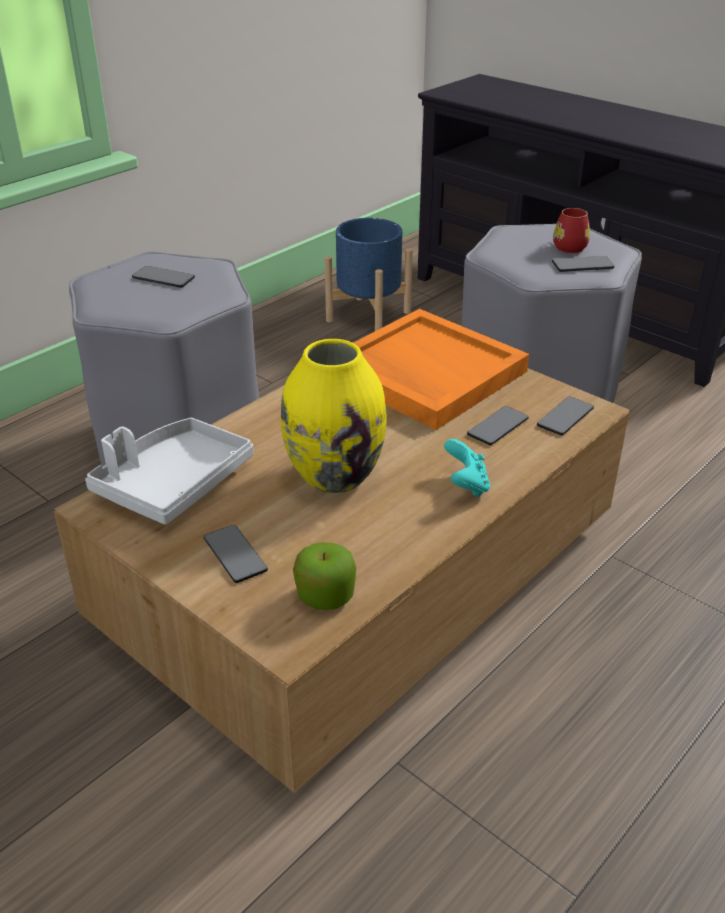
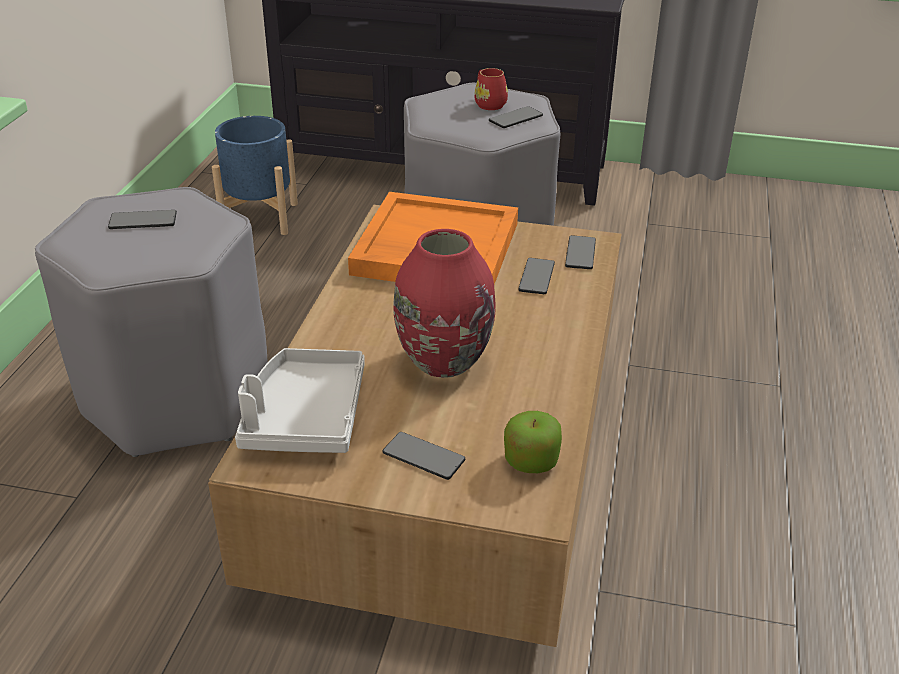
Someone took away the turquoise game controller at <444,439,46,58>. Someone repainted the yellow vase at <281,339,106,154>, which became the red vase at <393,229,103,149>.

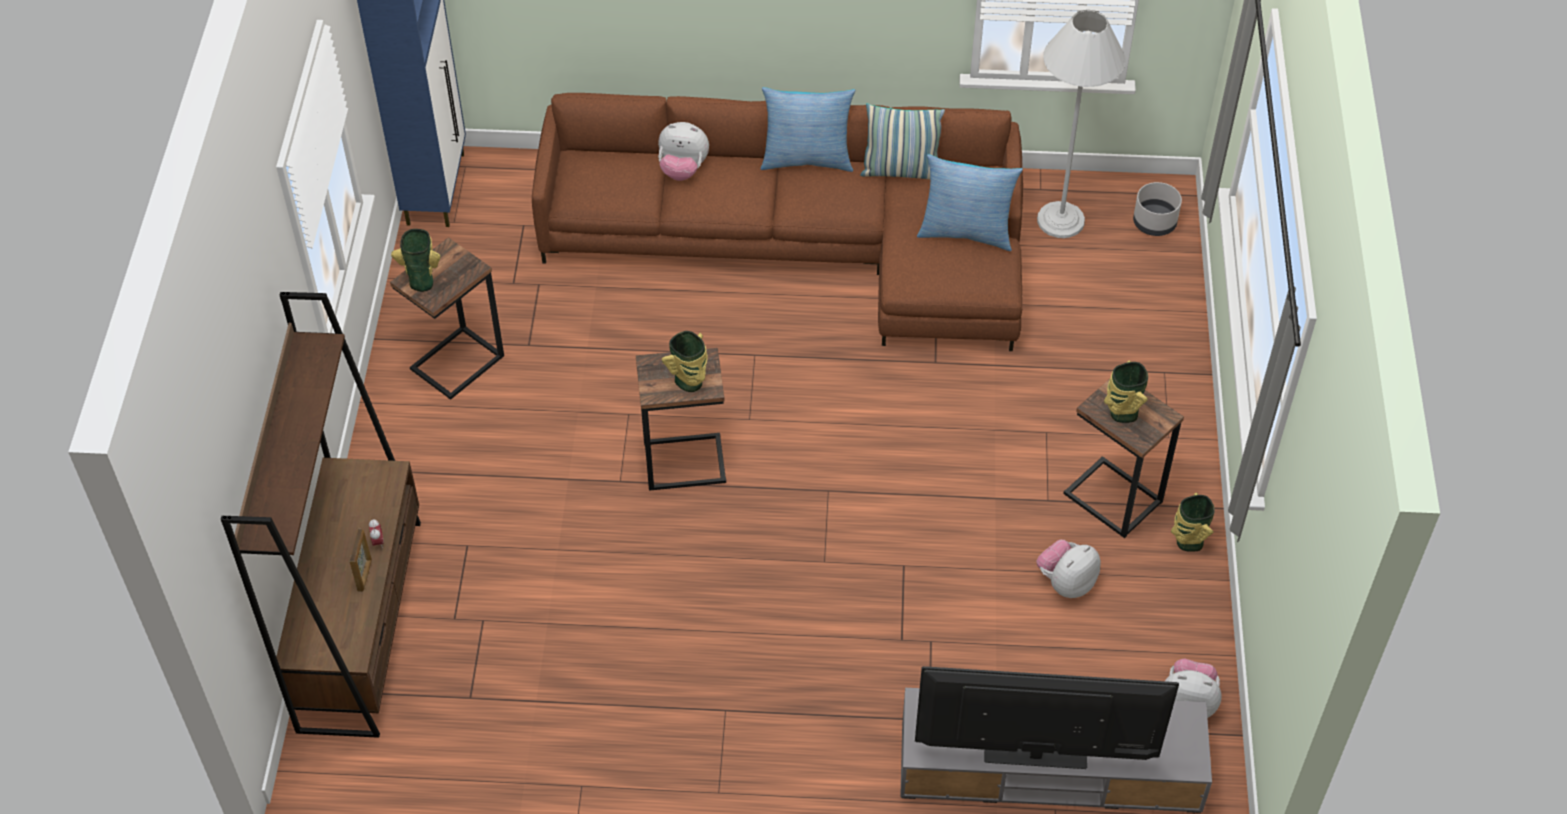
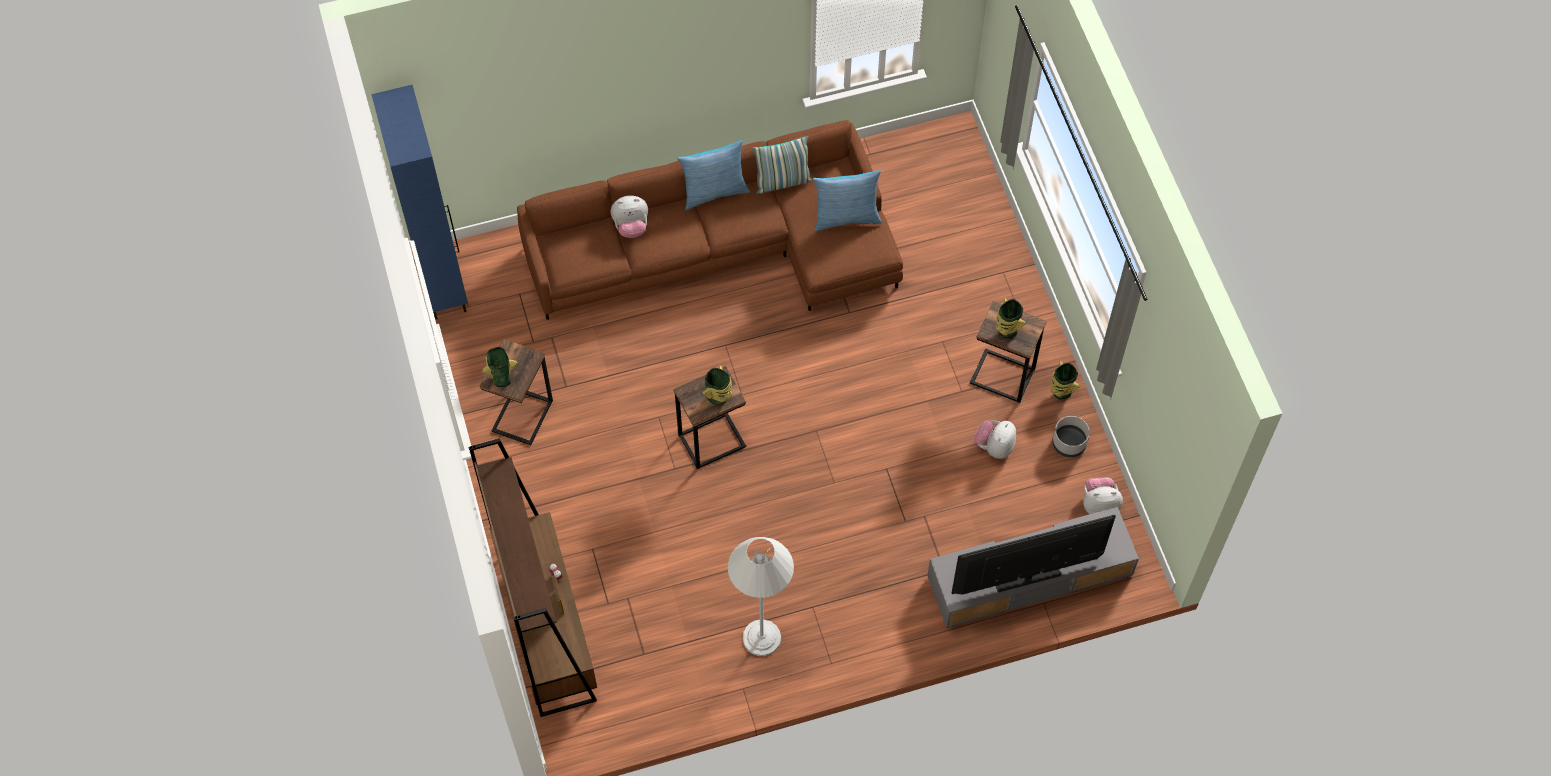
Someone carried the white floor lamp from <1037,10,89,228> to <728,537,66,119>. Someone carried the grey planter from <1133,182,49,54> to <1052,416,38,41>.

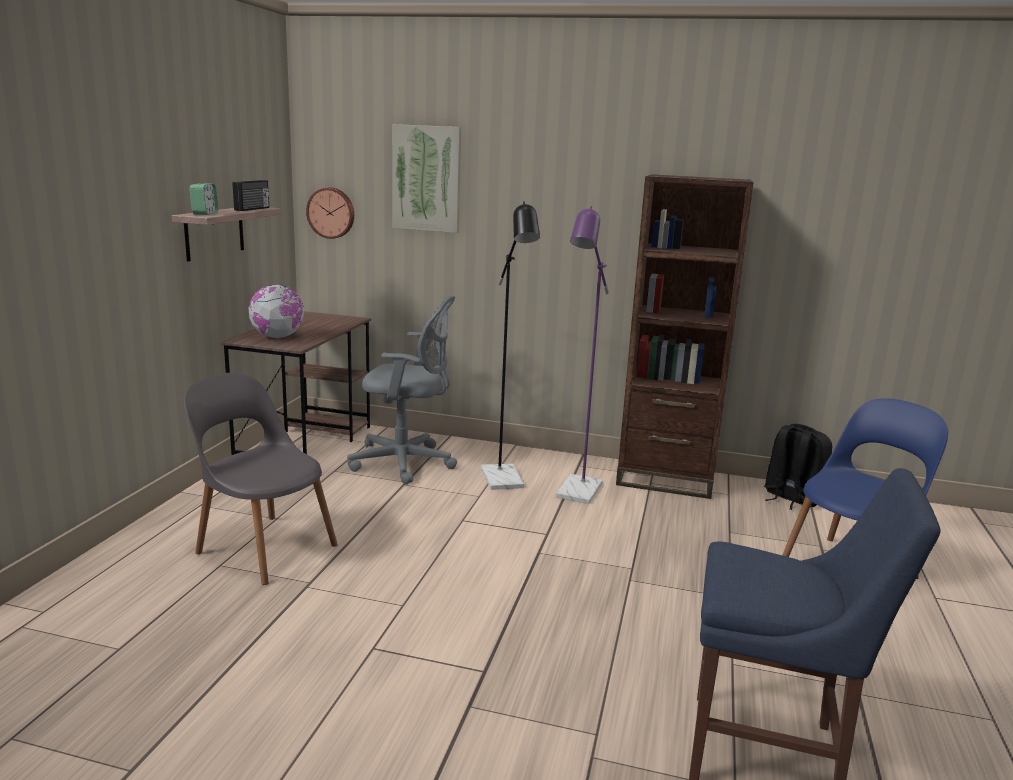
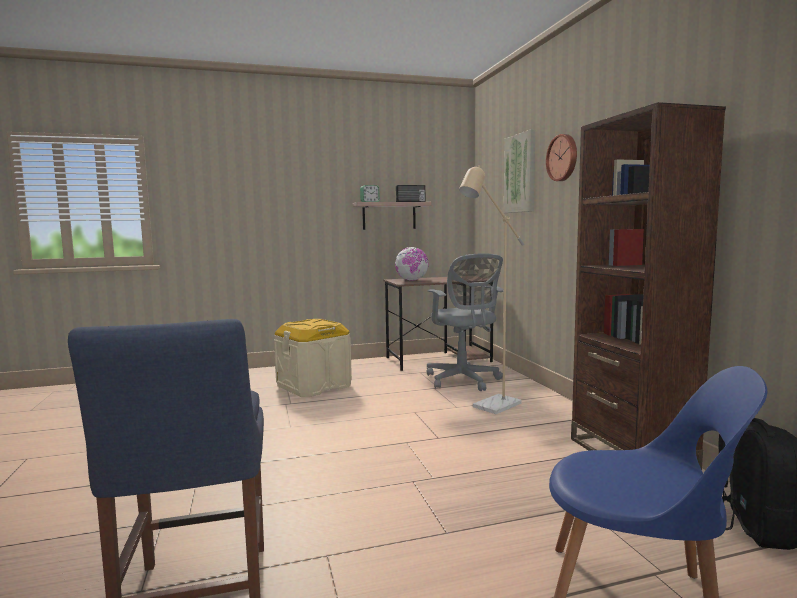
Someone took away the purple floor lamp at <556,206,53,298>. Someone carried the wall clock from <306,187,48,52> to <546,134,31,47>. Someone swapped the grey chair at <184,373,154,212> for the beige storage box at <274,319,78,78>. Someone repainted the black floor lamp at <481,201,59,289>, which became the beige floor lamp at <459,165,65,249>.

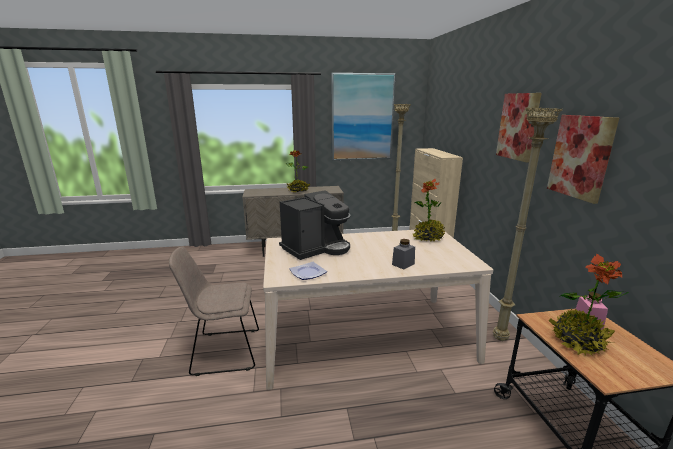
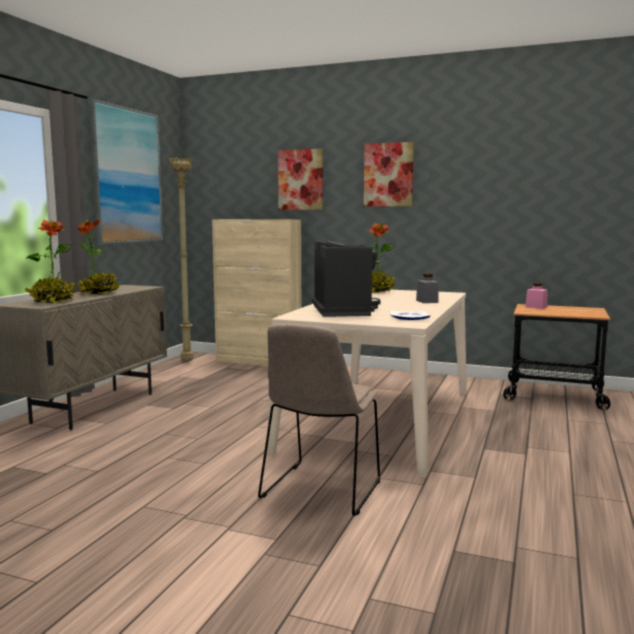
Someone took away the beige floor lamp at <493,108,69,233>. Someone carried the picture from <547,115,72,89> to <278,149,45,61>. Someone carried the potted plant from <549,254,80,102> to <25,220,51,83>.

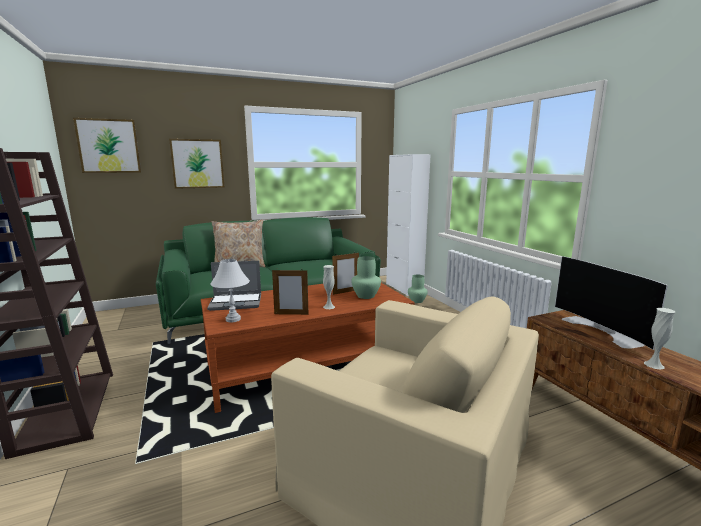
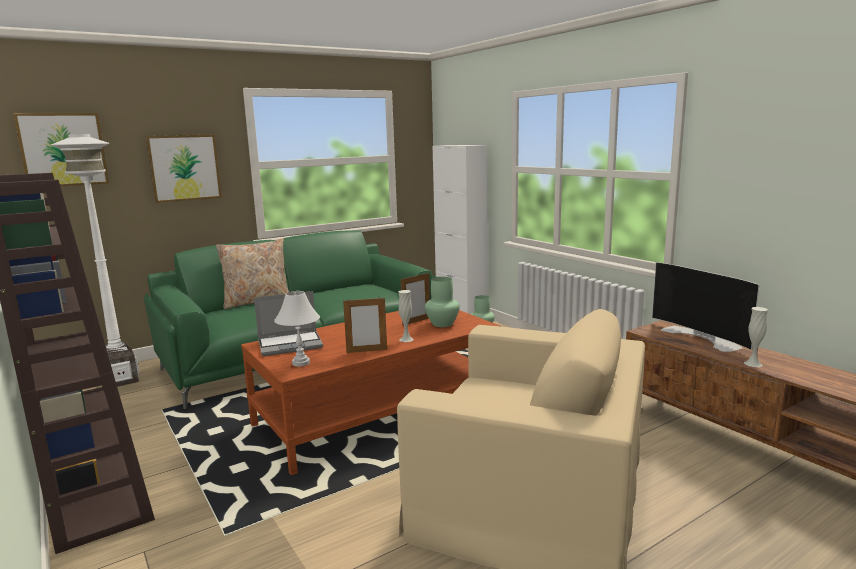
Someone put down the white floor lamp at <51,134,88,253>.

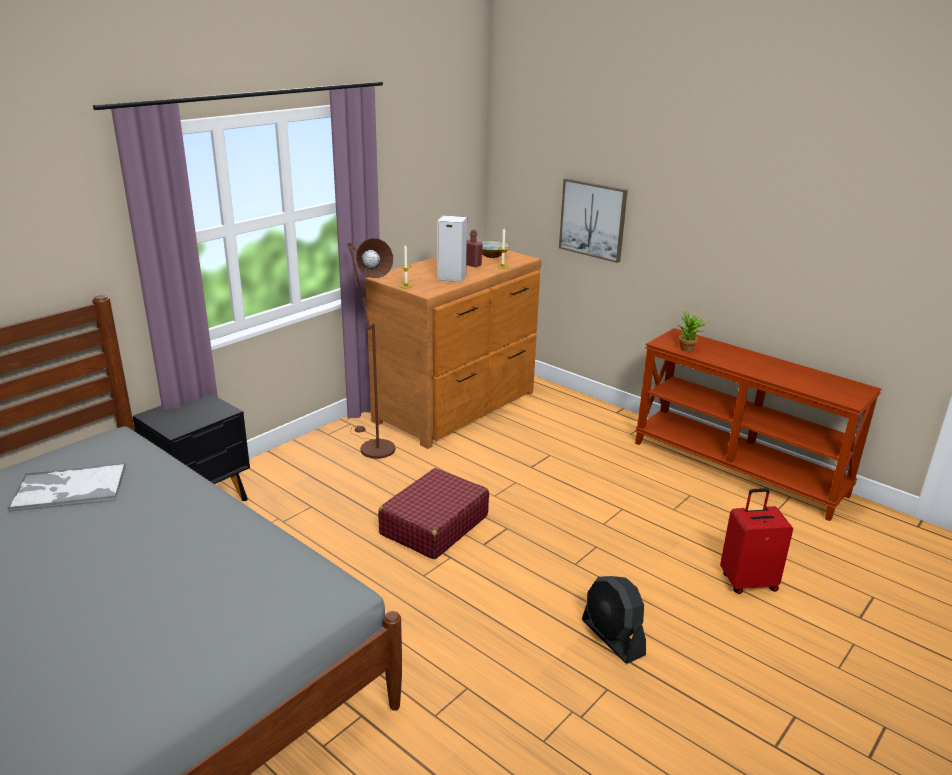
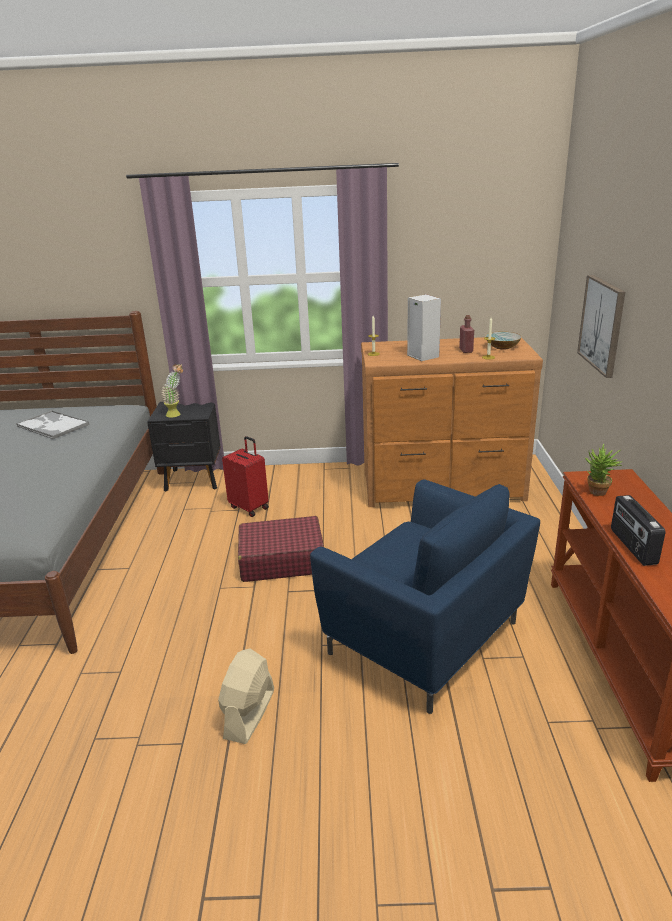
Someone took away the brown floor lamp at <347,238,48,221>. Someone put down the potted plant at <161,364,22,53>. Someone put down the blue armchair at <310,479,230,235>. Someone put down the radio at <611,495,54,71>. Someone carried the red suitcase from <720,488,73,106> to <222,436,47,81>. Someone repainted the black fan at <582,576,64,88>, which became the beige fan at <218,648,56,96>.

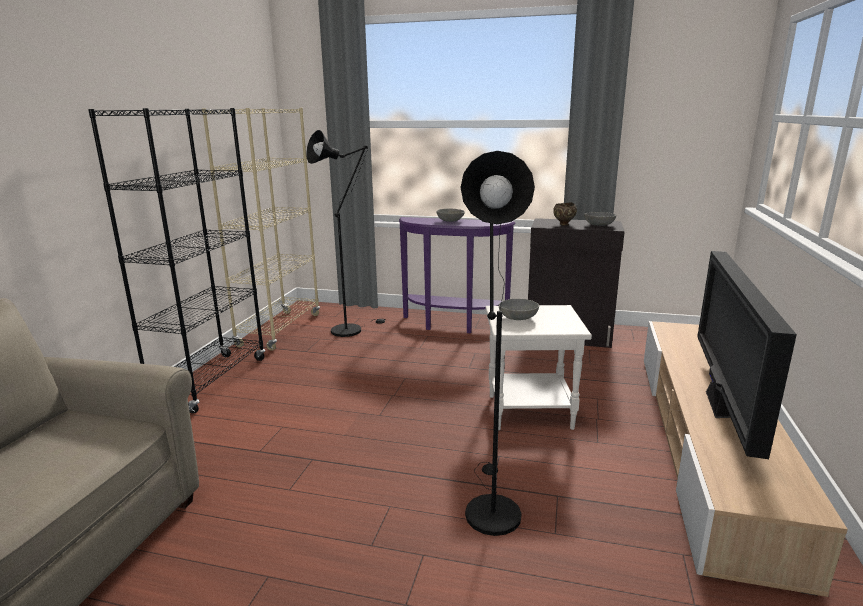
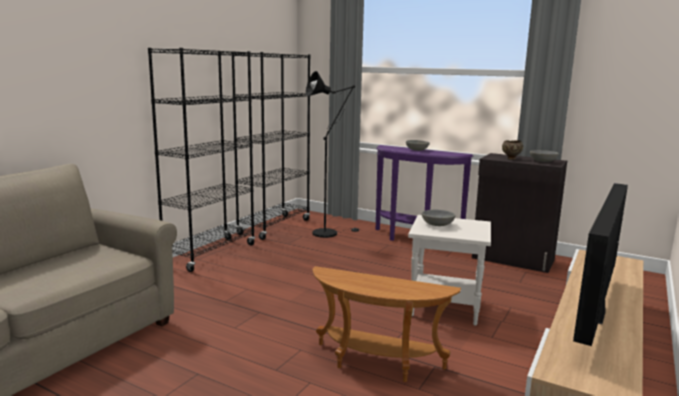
Someone swapped the black floor lamp at <460,151,75,385> for the brown side table at <312,266,149,116>. Someone repainted the beige bookcase at <202,108,118,243>, which became the black bookcase at <231,52,79,188>.

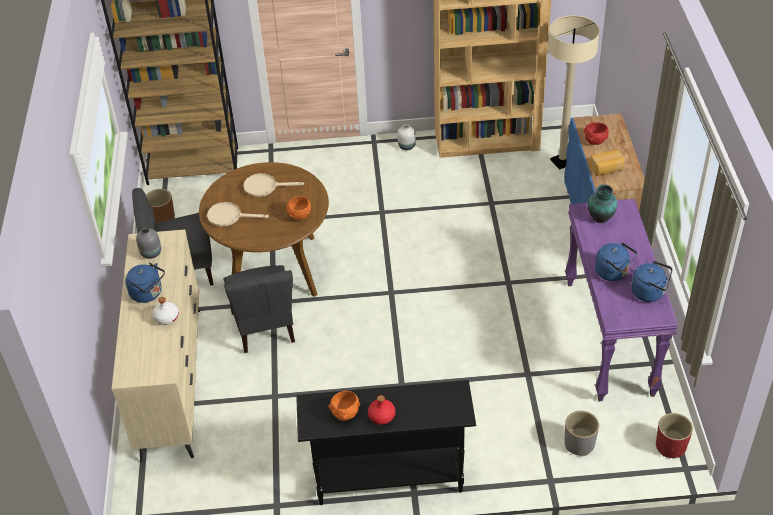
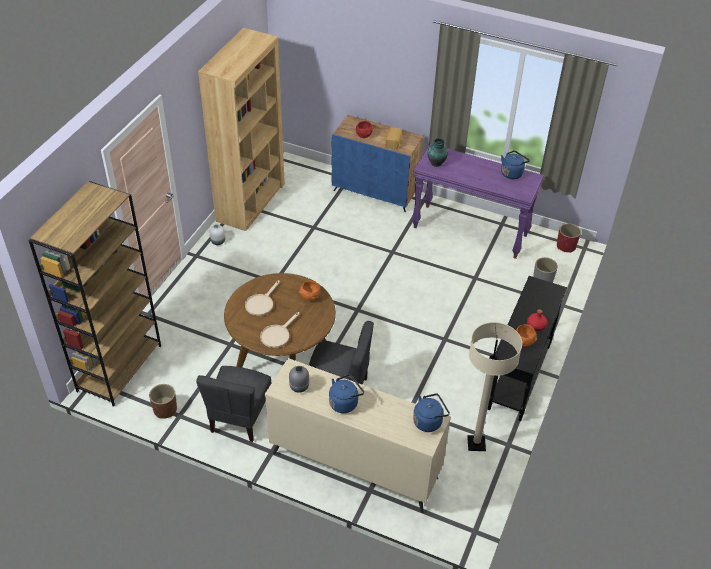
Someone took away the white bottle at <152,297,27,28>. Someone carried the beige floor lamp from <548,15,52,155> to <467,322,55,129>. Someone carried the blue kettle from <595,242,43,39> to <413,393,37,39>.

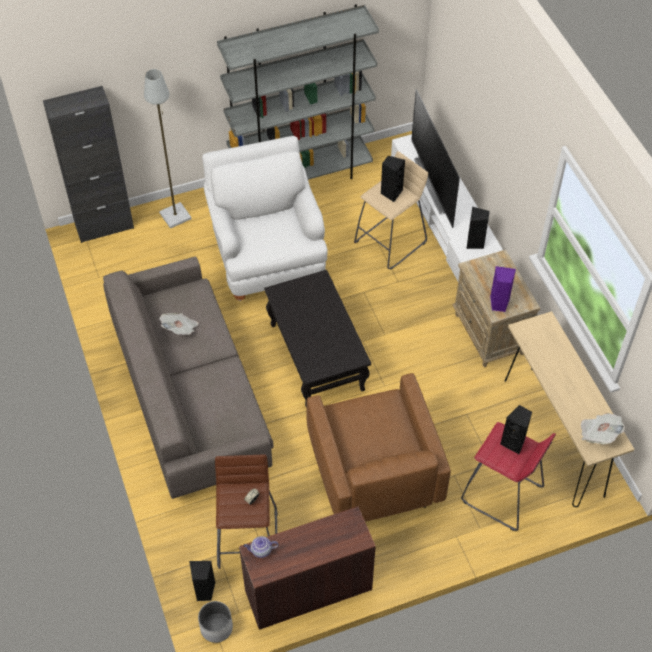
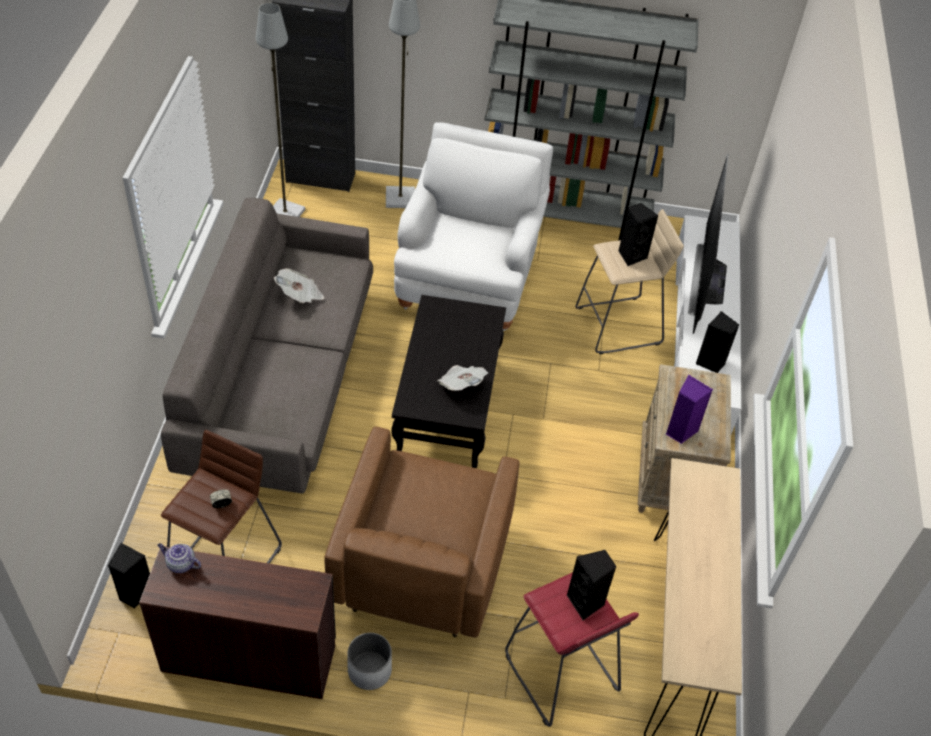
Someone put down the grey floor lamp at <256,3,49,214>. Someone carried the white planter from <198,601,35,42> to <347,633,45,57>. Someone carried the newspaper from <581,413,44,32> to <437,365,51,26>.

